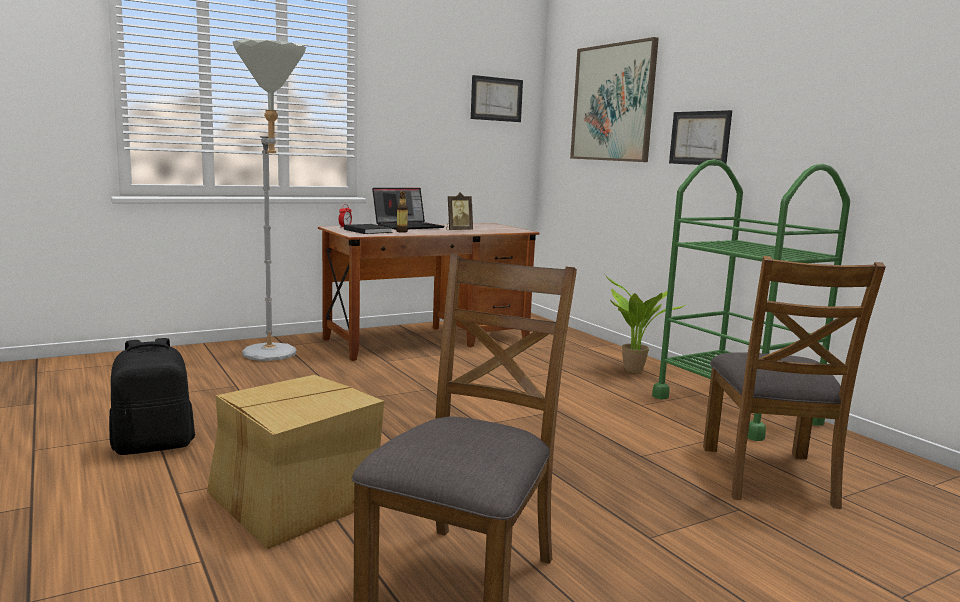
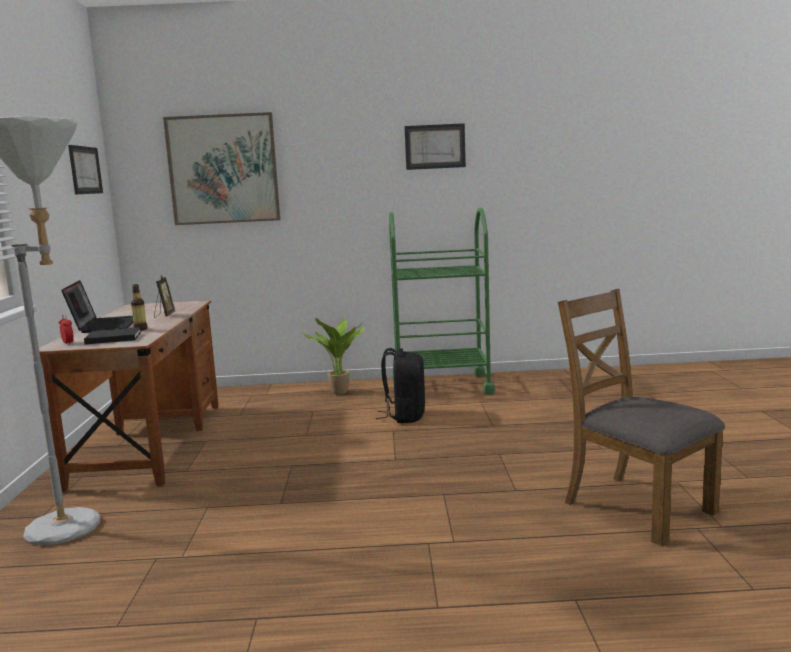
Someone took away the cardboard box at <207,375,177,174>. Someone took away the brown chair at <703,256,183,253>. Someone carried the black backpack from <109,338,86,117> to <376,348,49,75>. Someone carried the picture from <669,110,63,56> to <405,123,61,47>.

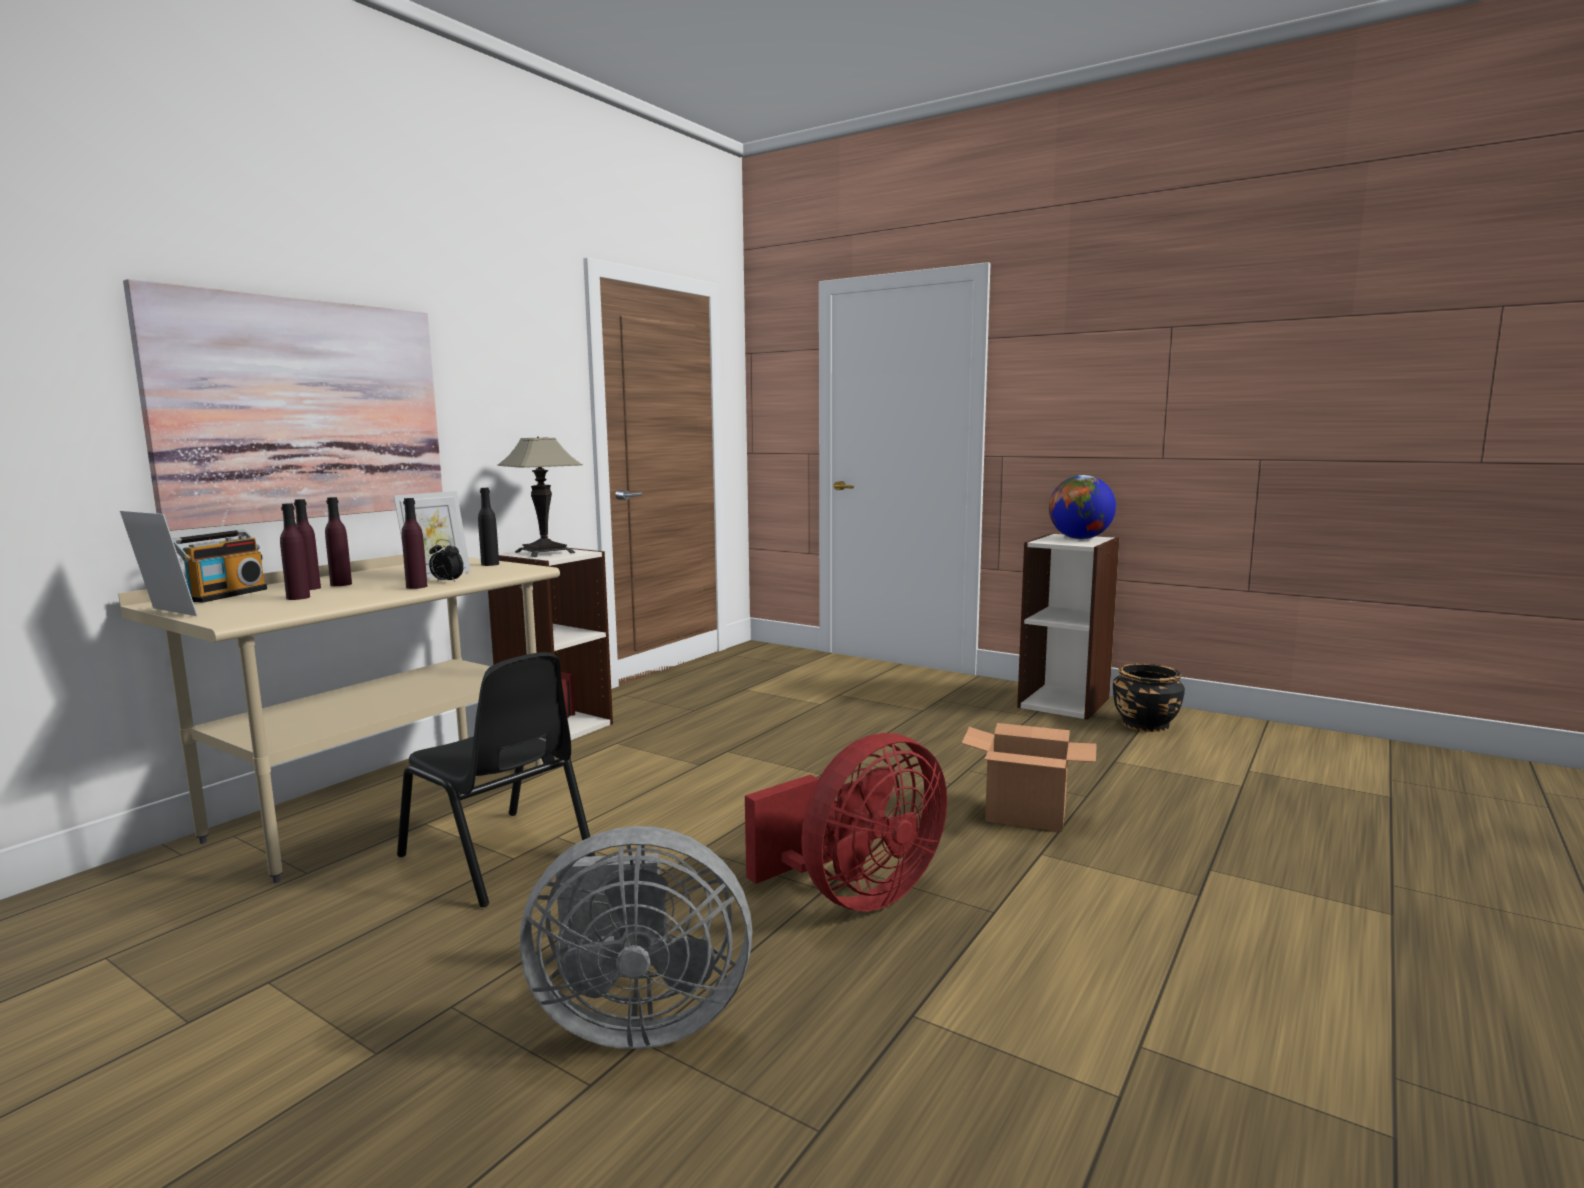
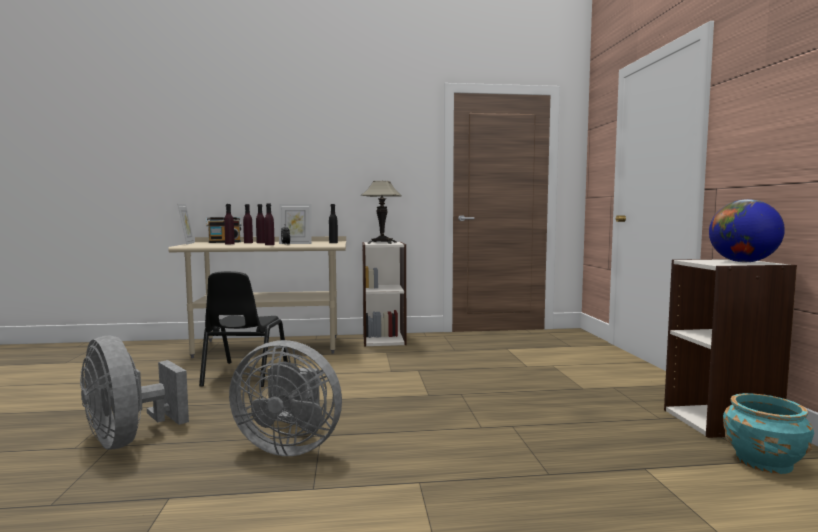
Someone took away the picture at <123,279,320,252>. Someone took away the cardboard box at <962,723,135,109>. Someone repainted the red fan at <745,733,202,179>, which became the grey fan at <229,340,113,116>. Someone repainted the black planter at <1113,664,72,68>, which became the turquoise planter at <723,393,91,81>.

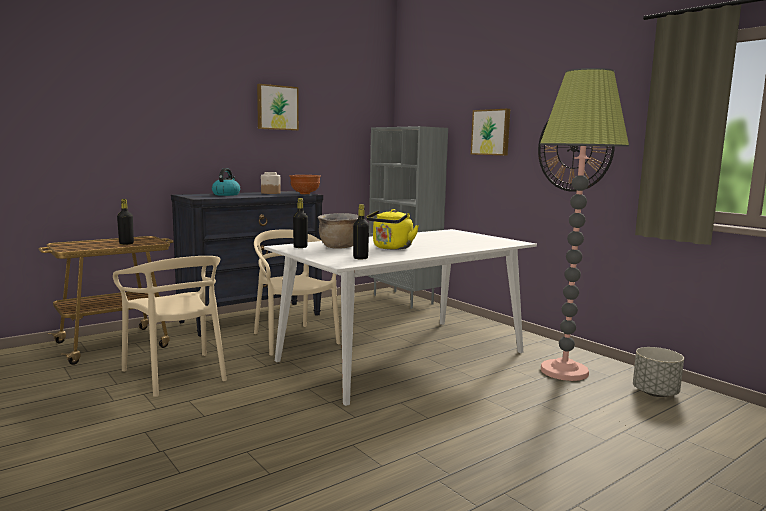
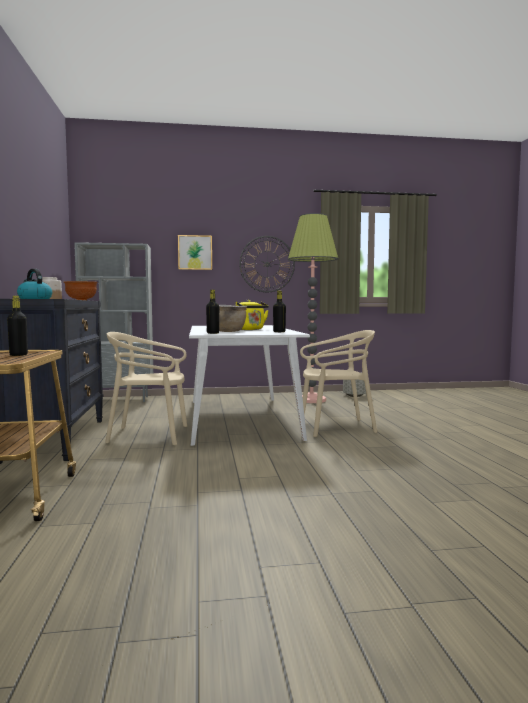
Someone took away the picture at <257,84,42,47>. Someone carried the beige chair from <113,256,114,141> to <300,330,77,107>.

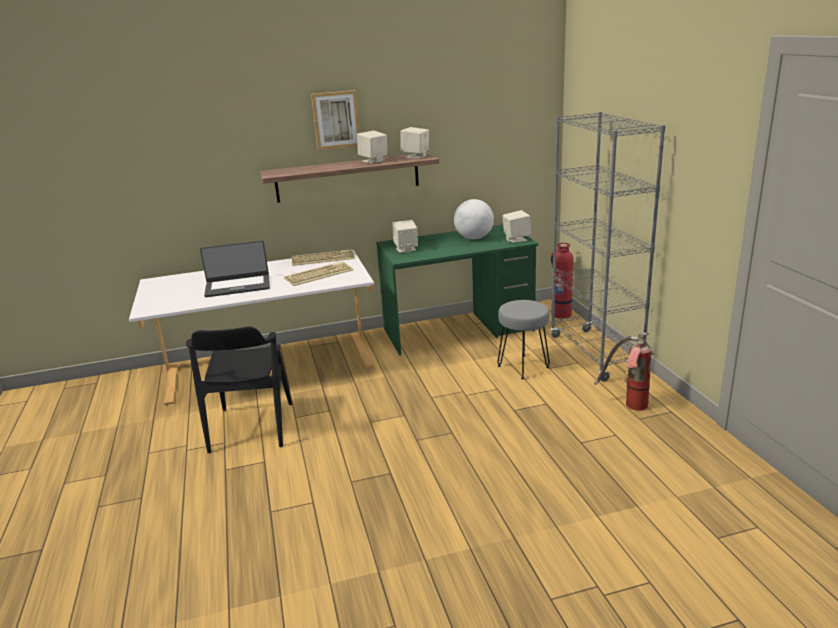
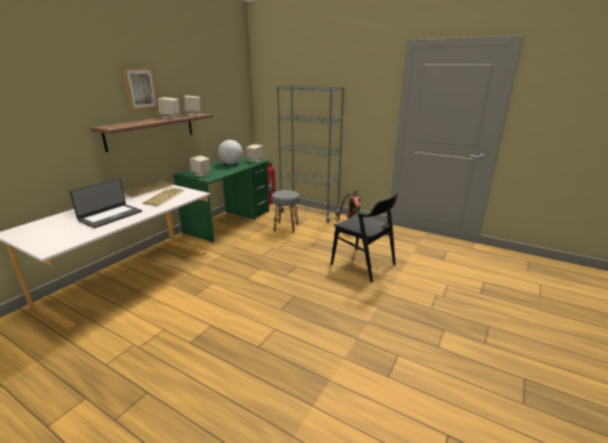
Someone carried the black chair from <186,326,106,127> to <331,193,67,90>.

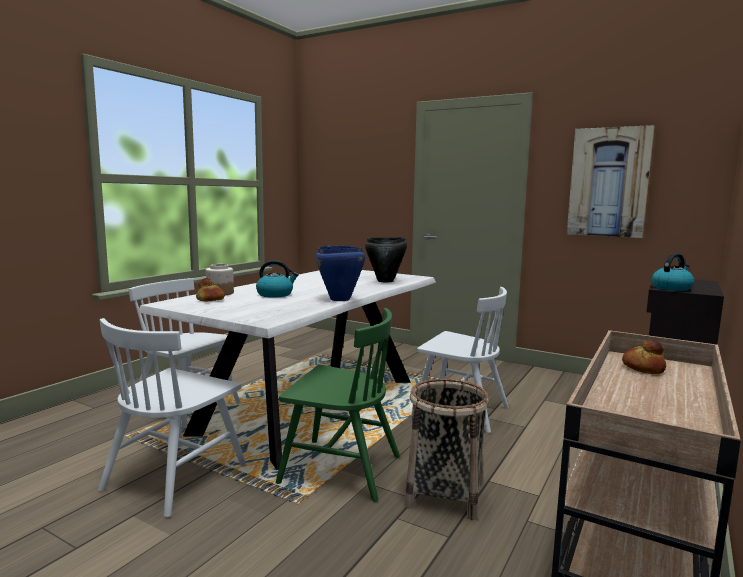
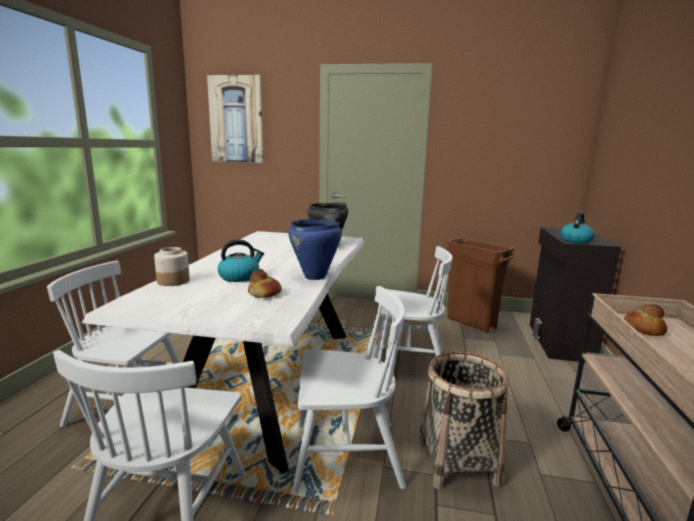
Someone put down the brown trash can at <446,238,68,95>. Someone carried the bread from <196,278,29,23> to <248,269,34,29>. Someone carried the picture from <567,125,88,113> to <207,75,57,88>. Someone repainted the green chair at <276,308,124,194>, which became the white chair at <292,286,114,207>.

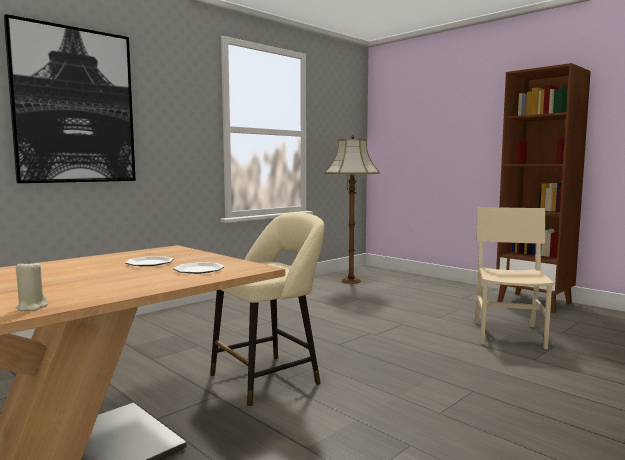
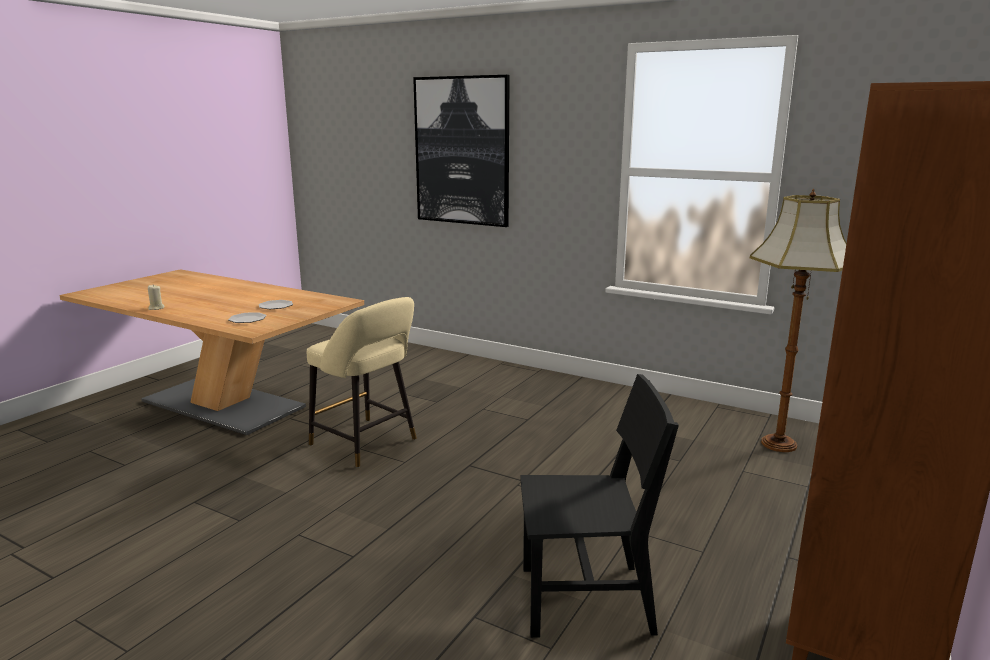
Someone repainted the beige chair at <475,207,79,142>, which became the black chair at <521,374,158,264>.

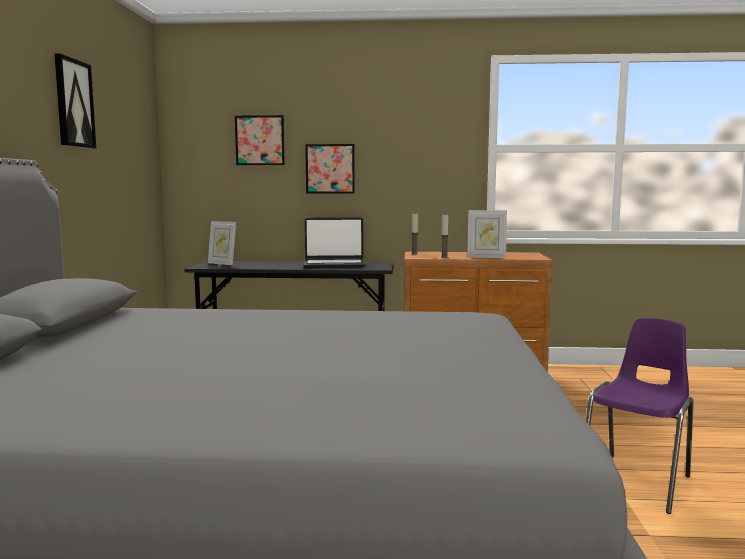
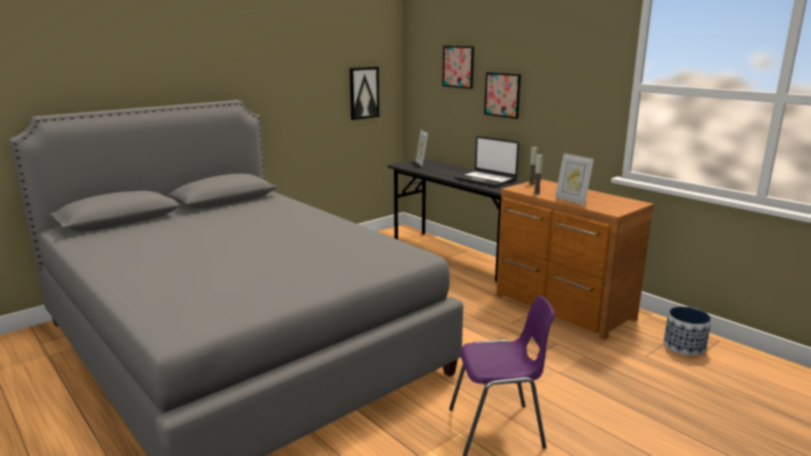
Someone put down the planter at <664,306,48,50>. Someone carried the picture from <54,53,42,96> to <349,67,30,53>.

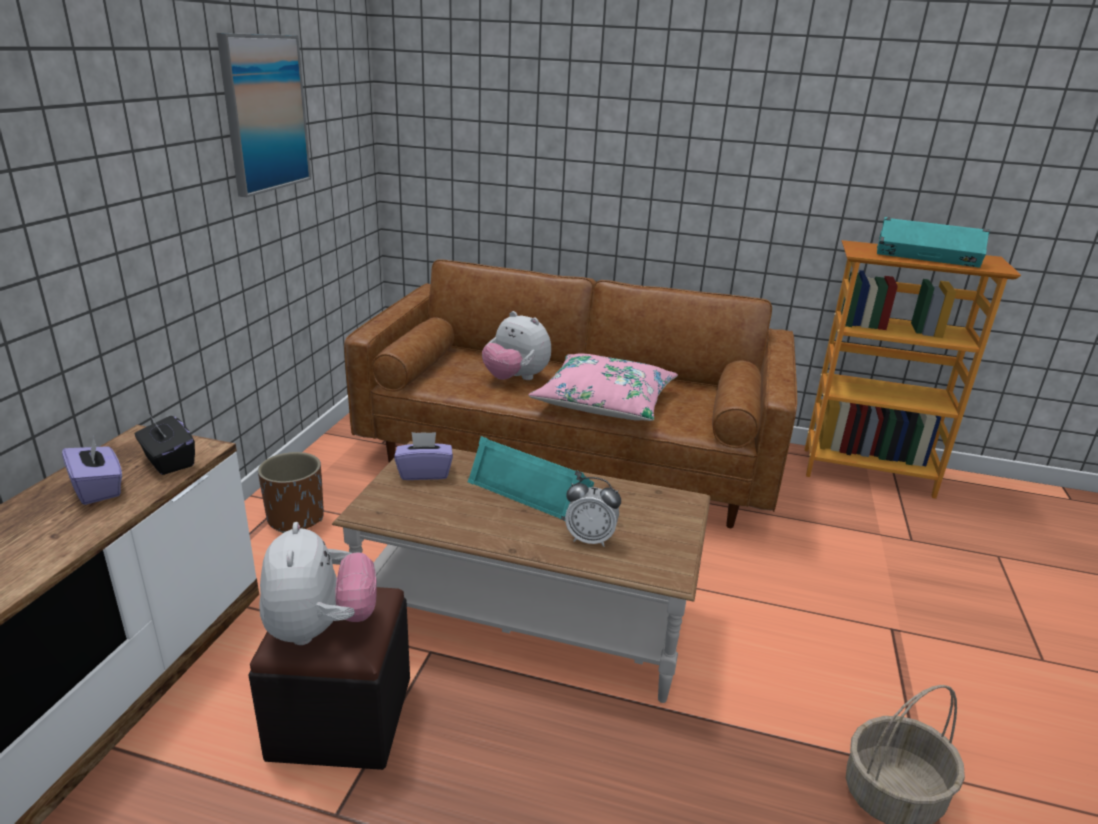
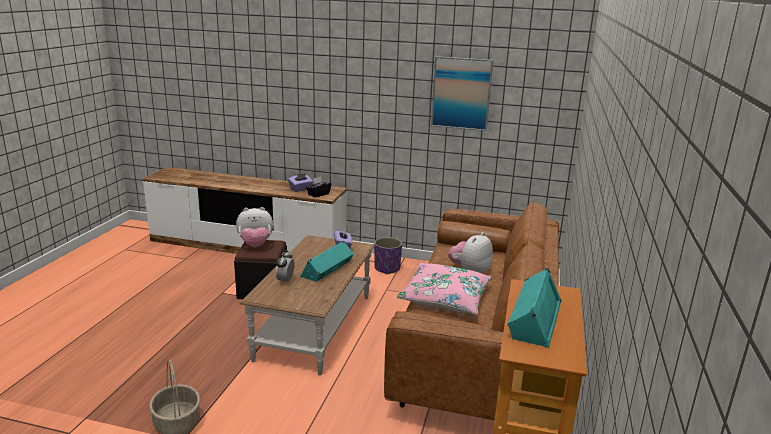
Someone repainted the brown planter at <258,452,66,81>, which became the purple planter at <374,237,28,37>.

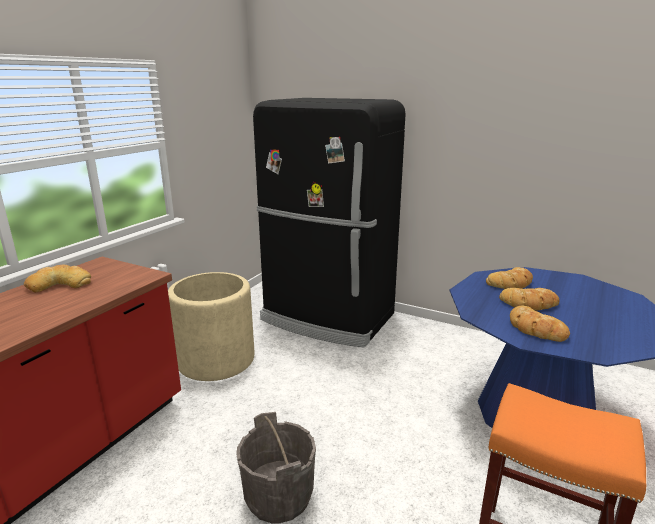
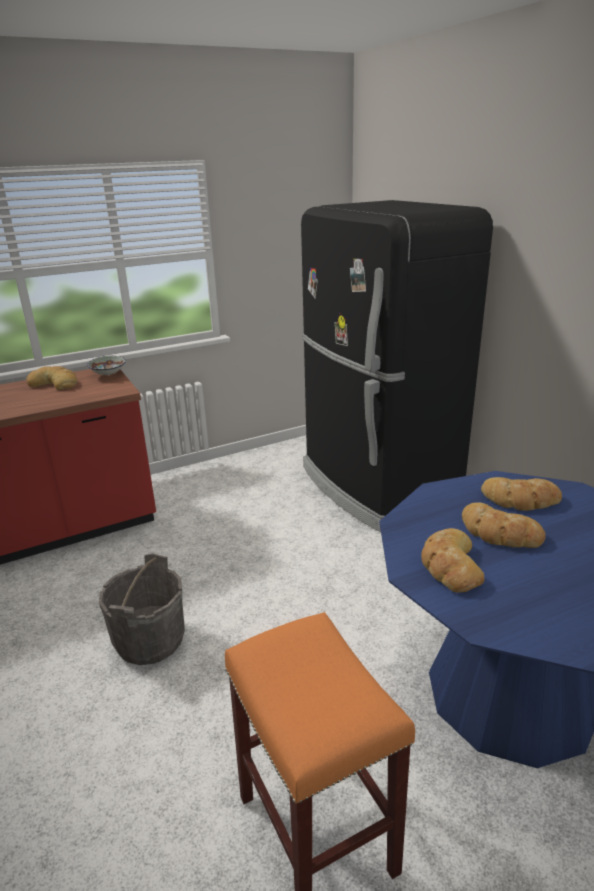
Someone took away the beige planter at <168,272,86,109>. Someone put down the bowl at <87,356,39,19>.

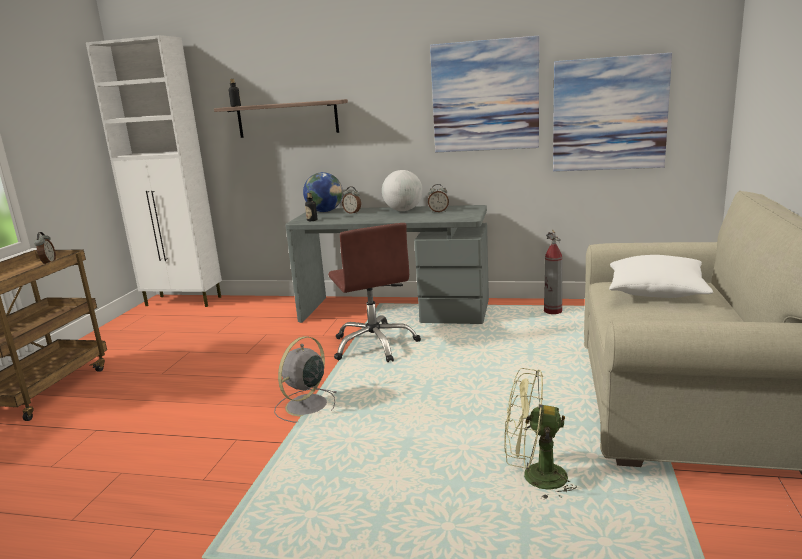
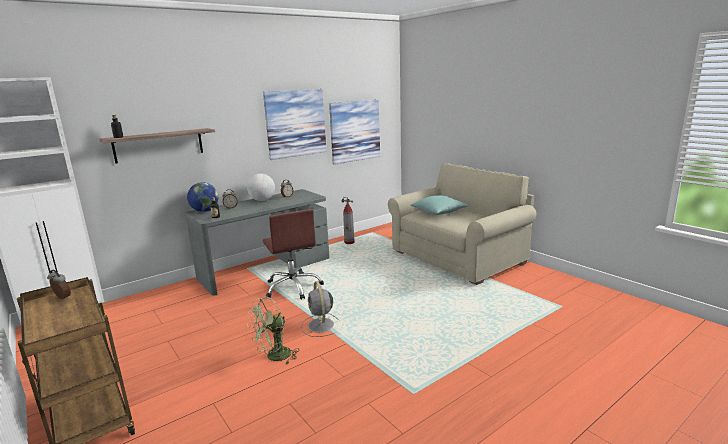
Someone carried the green fan from <504,368,73,132> to <247,297,51,67>. Someone repainted the white pillow at <609,255,104,43>, which became the turquoise pillow at <411,195,58,20>. Someone rotated the brown office chair at <328,223,93,139> by 45 degrees clockwise.

